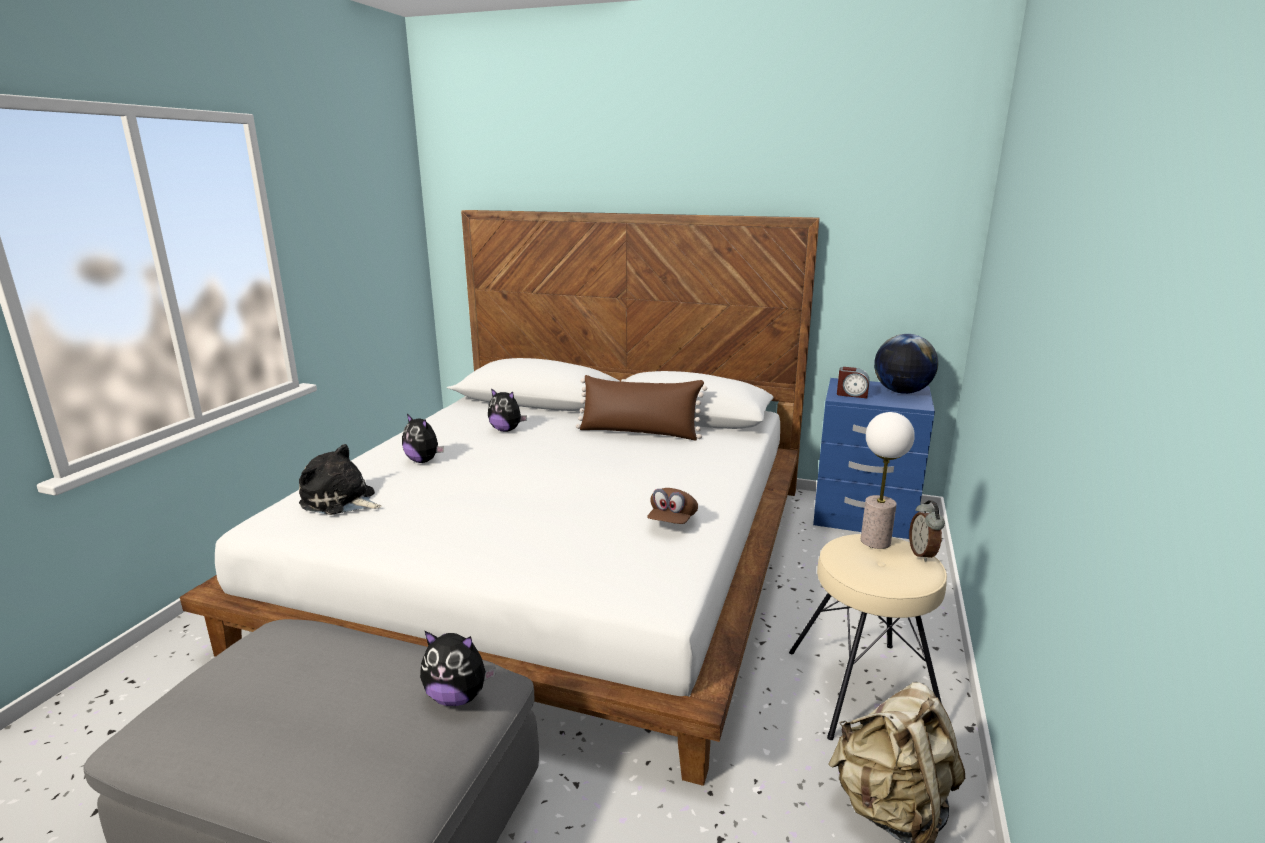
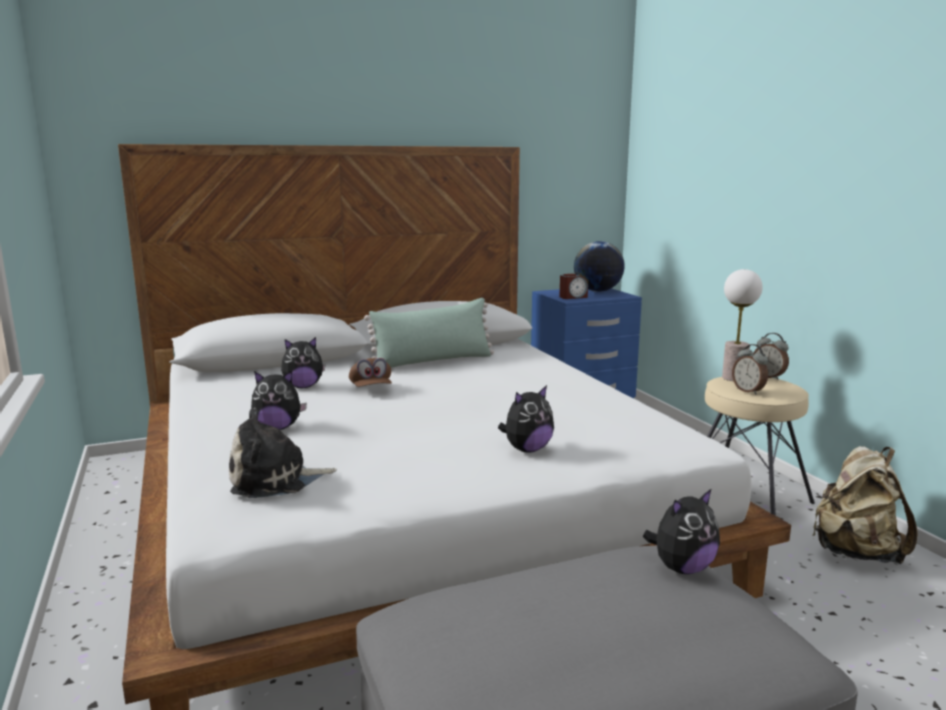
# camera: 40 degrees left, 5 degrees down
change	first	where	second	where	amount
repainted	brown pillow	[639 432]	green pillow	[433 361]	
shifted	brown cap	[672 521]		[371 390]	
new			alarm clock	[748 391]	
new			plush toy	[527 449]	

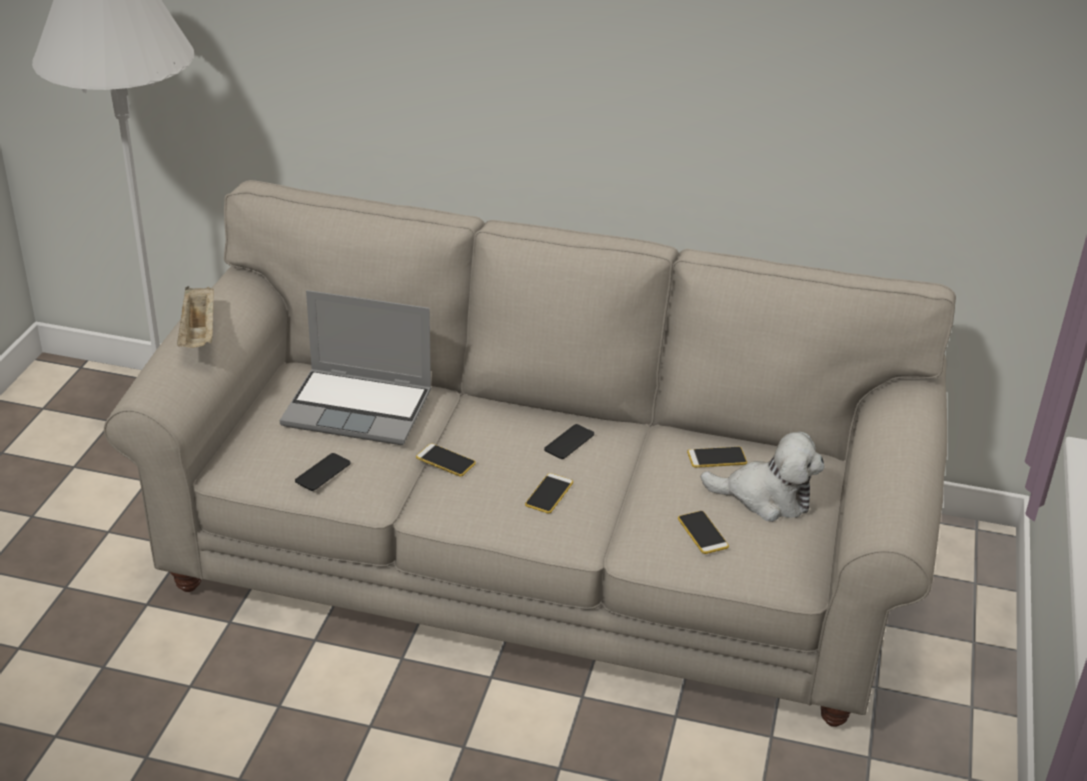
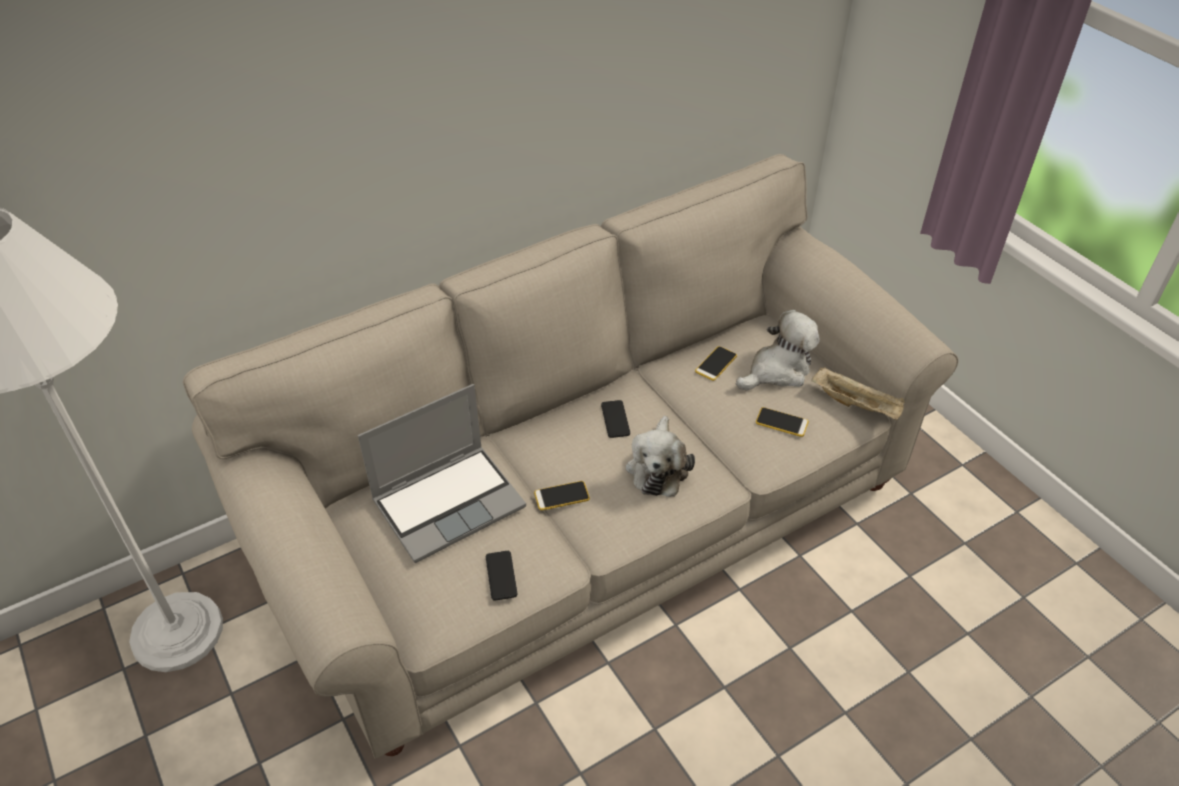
# camera: 45 degrees left, 10 degrees up
change	first	where	second	where	amount
shifted	beige tray	[199 333]		[856 404]	
swapped	phone	[549 494]	plush toy	[658 467]	

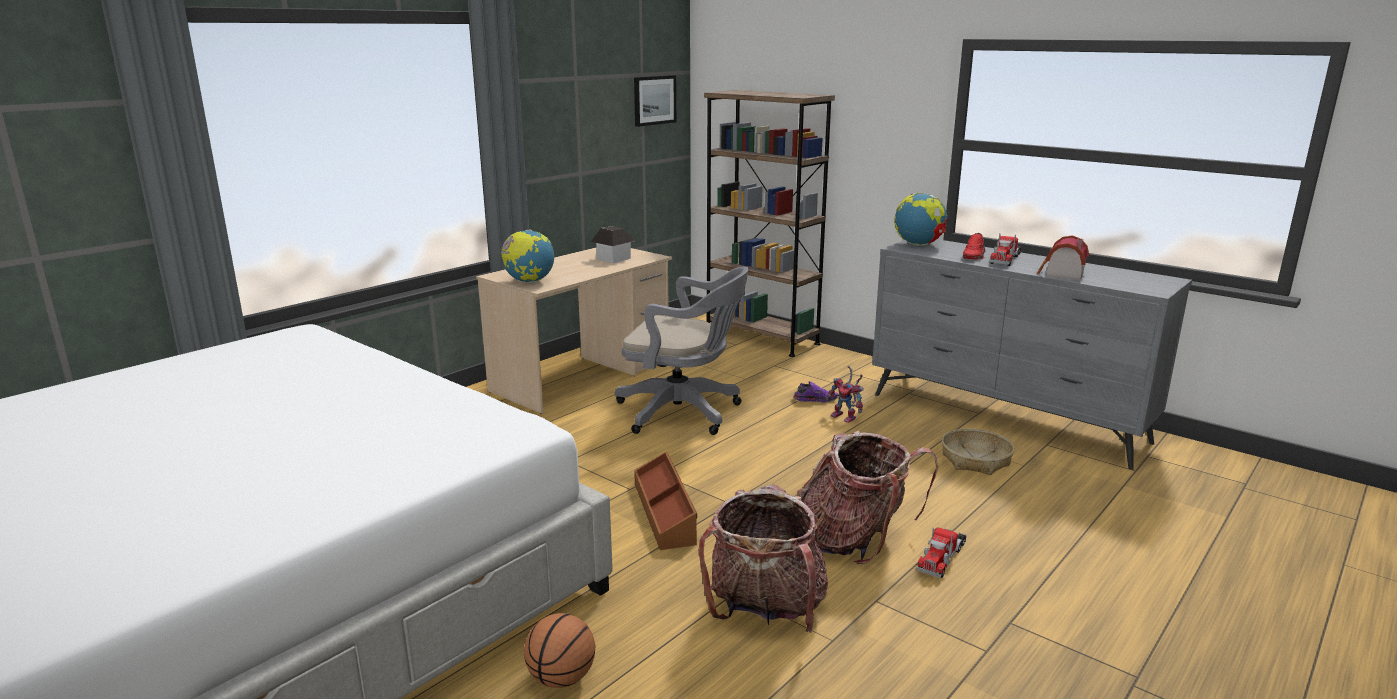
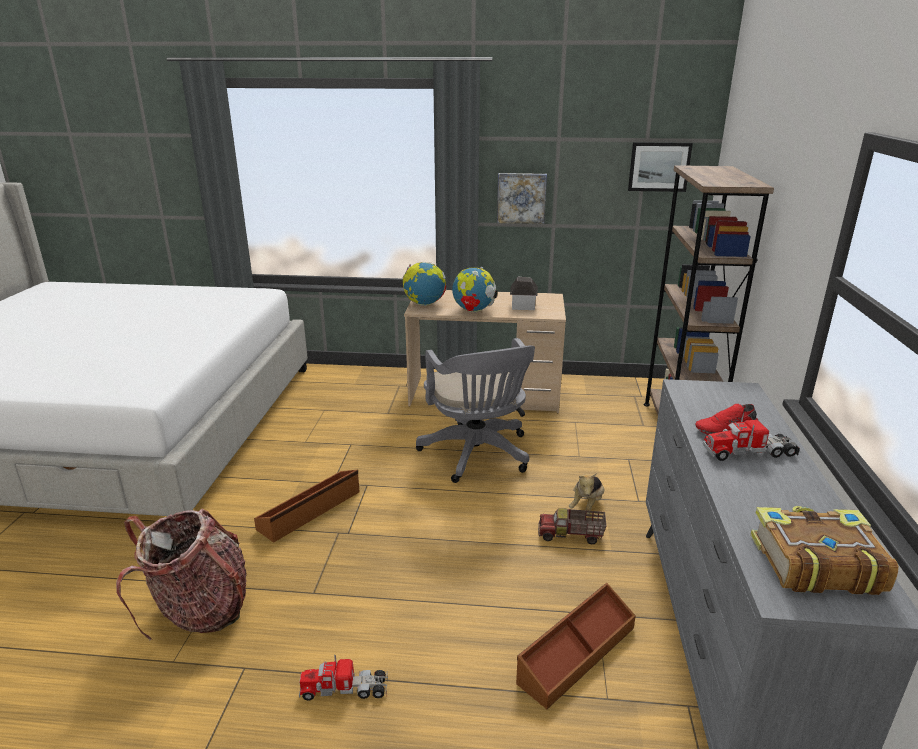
# camera: 55 degrees right, 5 degrees up
change	first	where	second	where	amount
shifted	globe	[918 245]		[473 311]	
gone	toy house	[1061 274]			
swapped	toy robot	[846 417]	toy truck	[571 536]	
swapped	purple shoe	[815 399]	plush toy	[587 505]	
swapped	basket	[975 460]	brown storage box	[576 653]	
gone	backpack	[855 540]			
gone	basketball	[561 678]			
new			picture	[521 198]	
new			book	[814 563]	

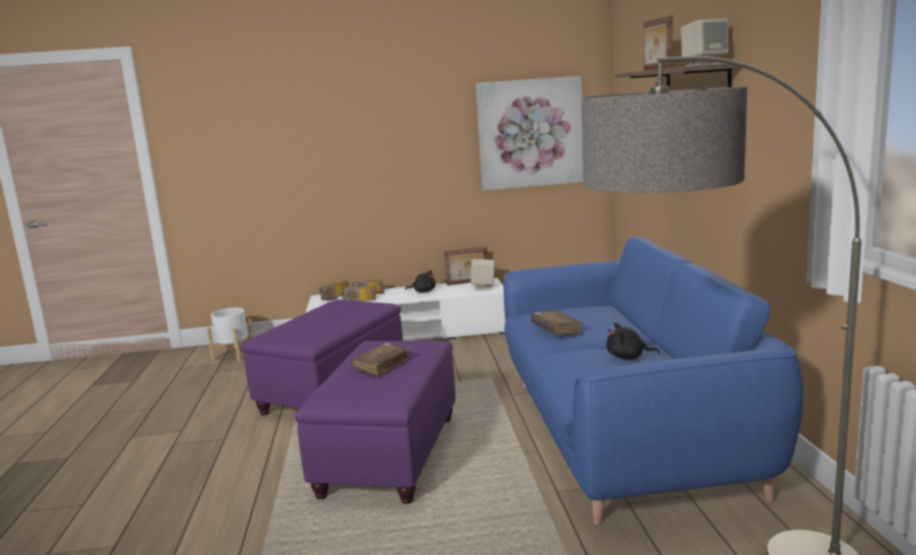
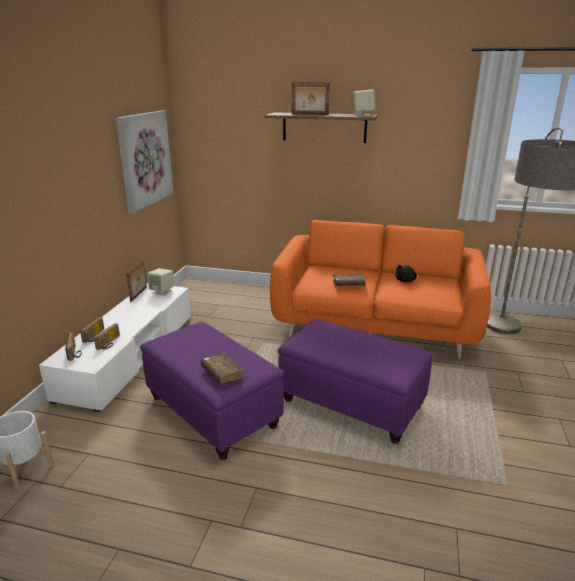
# camera: 70 degrees left, 10 degrees up
change	first	where	second	where	amount
repainted	blue sofa	[622 434]	orange sofa	[374 327]	
gone	black plush toy	[423 291]			
shifted	brown book	[382 366]		[222 374]	

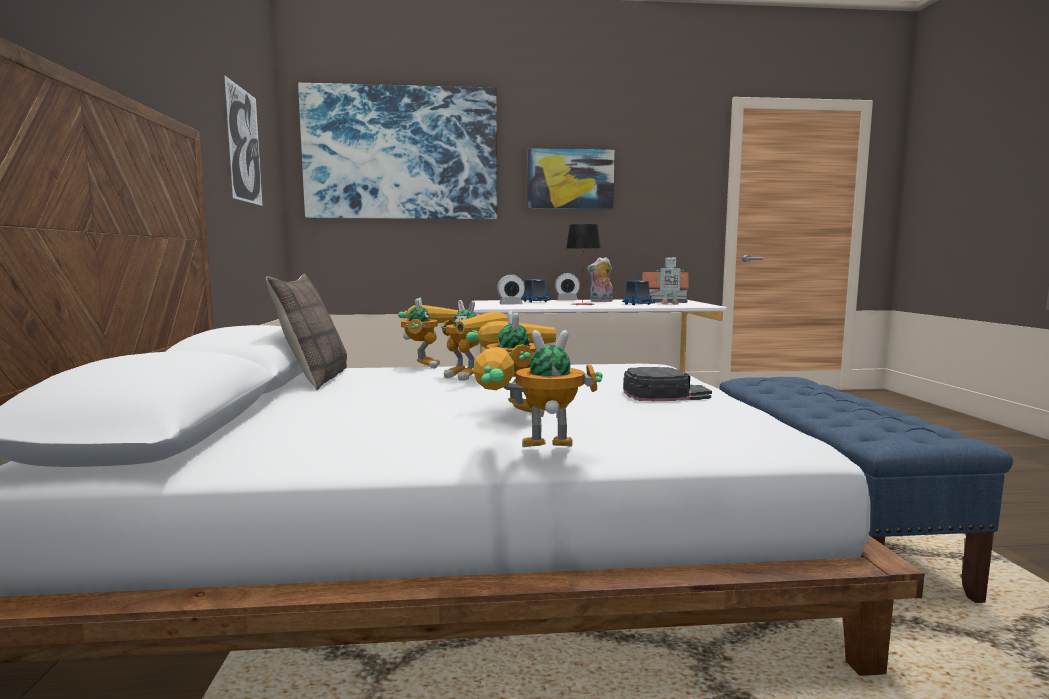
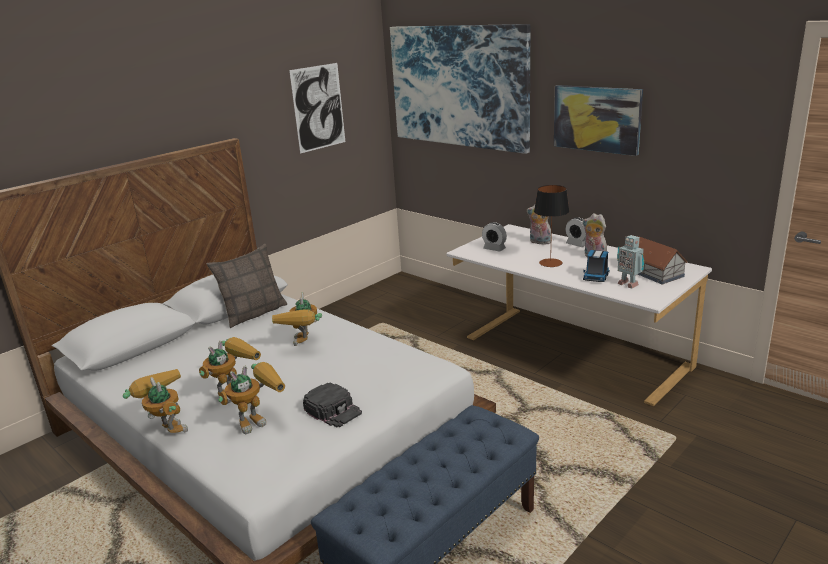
# camera: 50 degrees right, 15 degrees up
change	first	where	second	where	amount
swapped	toy truck	[535 301]	plush toy	[539 242]	
shifted	toy robot	[425 364]		[259 419]	

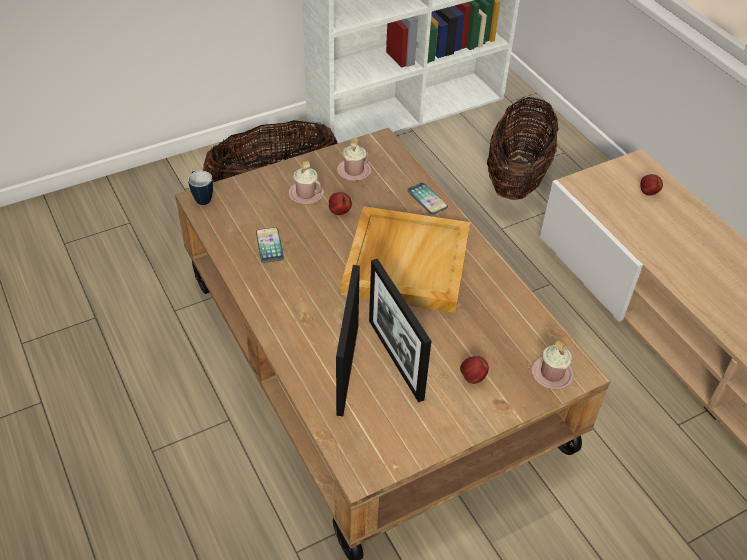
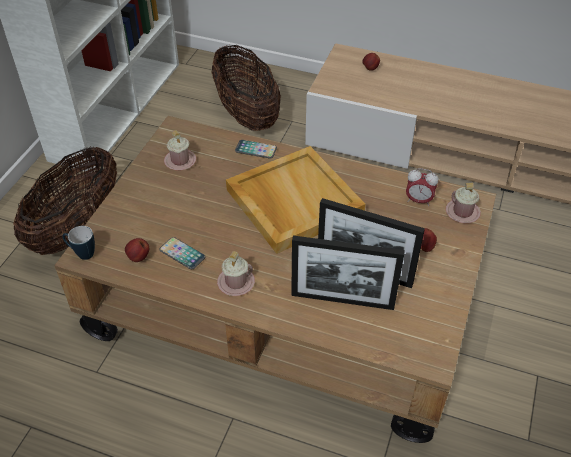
# camera: 40 degrees left, 0 degrees up
change	first	where	second	where	amount
shifted	pink mug	[306 194]		[236 282]	
shifted	apple	[339 212]		[138 257]	
rotated	picture frame	[347 369]		[342 300]	45 degrees counterclockwise
new			alarm clock	[418 201]	

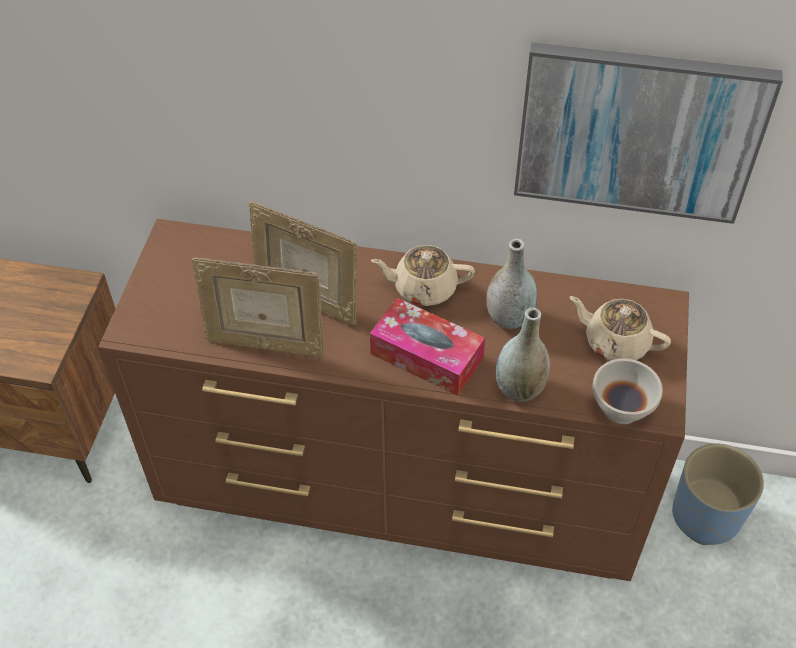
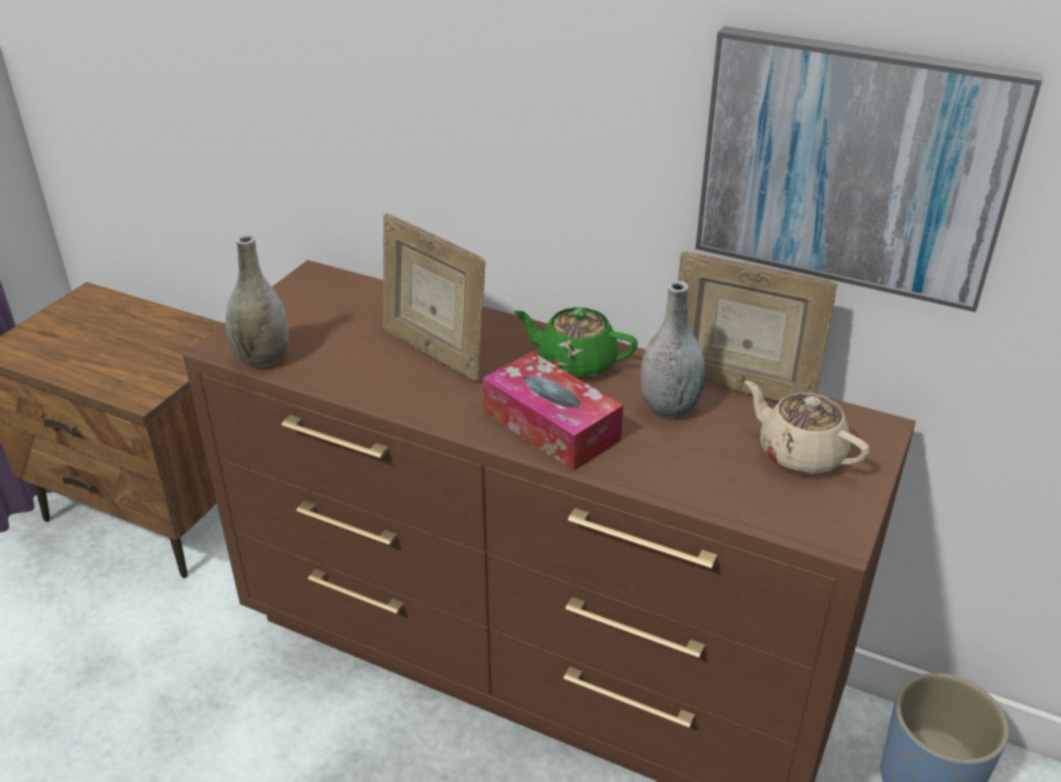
# camera: 15 degrees right, 15 degrees down
change	first	where	second	where	amount
repainted	beige teapot	[423 288]	green teapot	[575 363]	
shifted	picture frame	[265 344]		[740 387]	
shifted	grey vase	[519 389]		[262 358]	
gone	white bowl	[620 409]			

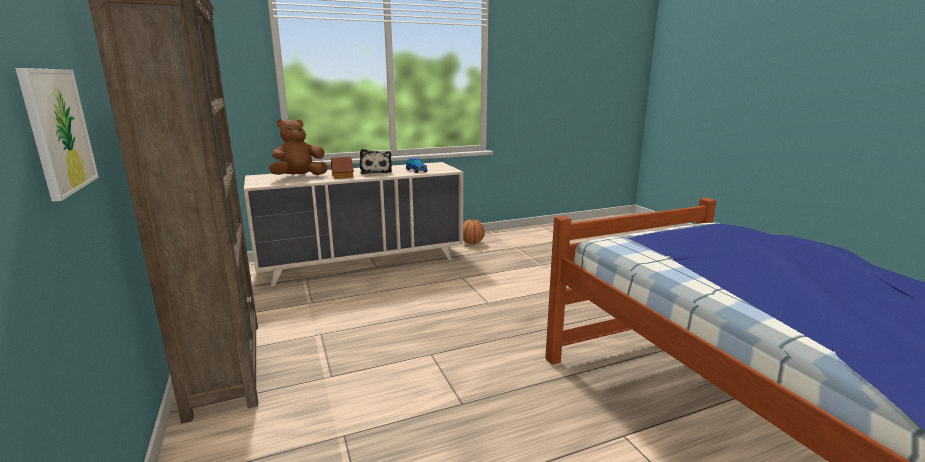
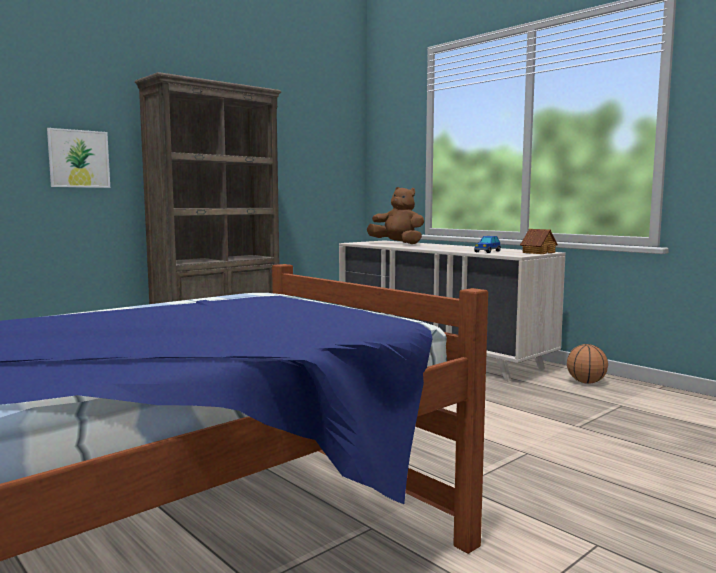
# camera: 70 degrees right, 10 degrees down
change	first	where	second	where	amount
gone	plush toy	[376 172]			
shifted	toy house	[342 176]		[538 252]	

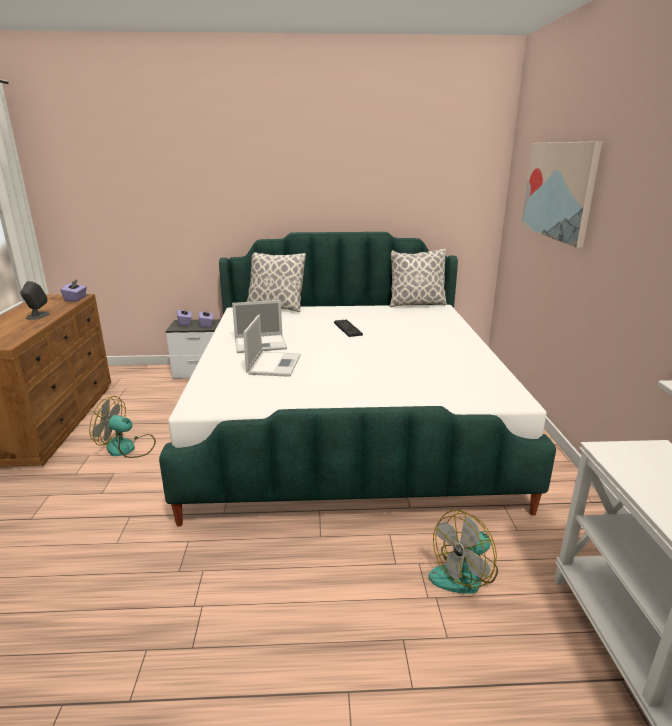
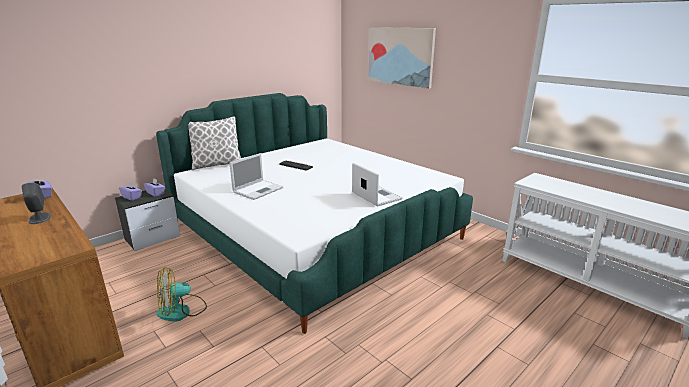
# camera: 40 degrees left, 0 degrees up
change	first	where	second	where	amount
gone	pillow	[416 304]			
shifted	laptop	[274 364]		[375 196]	
gone	fan	[464 574]			

